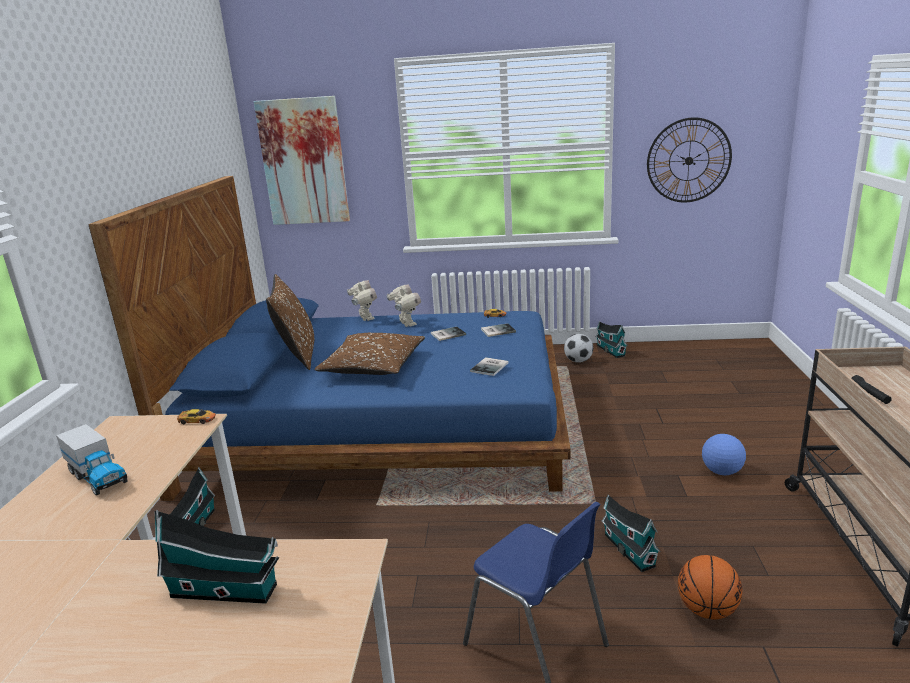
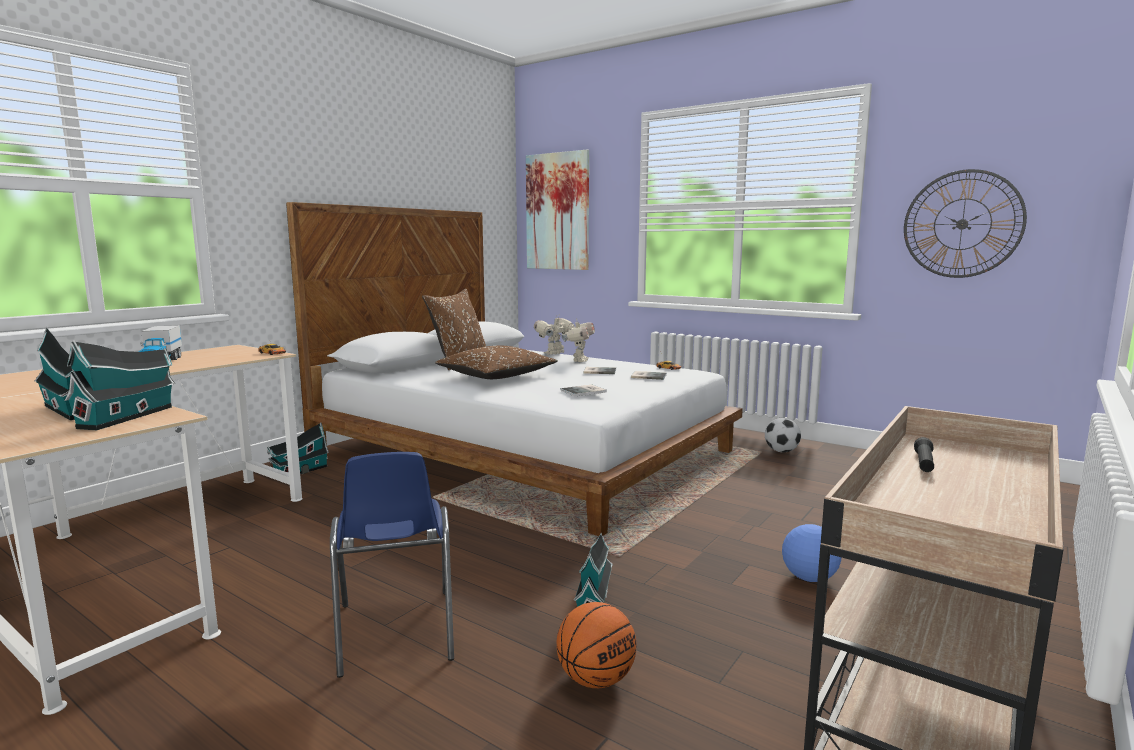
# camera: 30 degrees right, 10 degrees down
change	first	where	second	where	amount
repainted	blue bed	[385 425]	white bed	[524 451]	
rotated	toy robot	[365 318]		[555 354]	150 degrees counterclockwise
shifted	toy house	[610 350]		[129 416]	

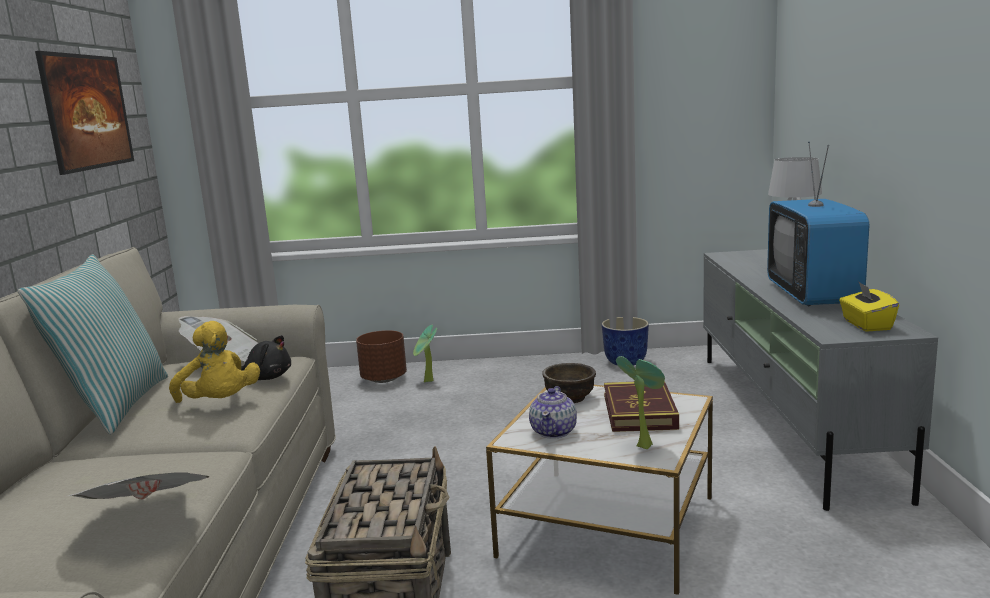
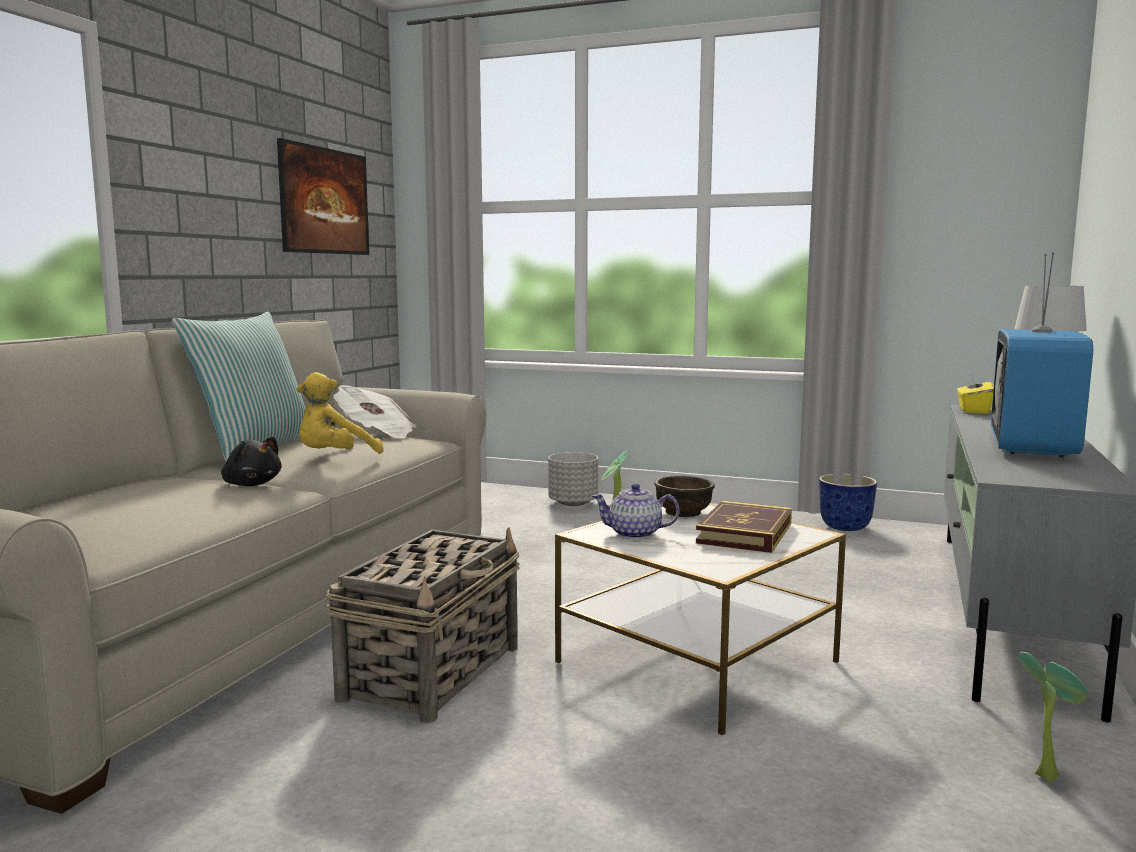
# camera: 20 degrees right, 5 degrees down
change	first	where	second	where	amount
shifted	yellow tissue box	[866 325]		[973 410]	
rotated	yellow plush toy	[220 404]		[334 458]	60 degrees clockwise
repainted	brown planter	[383 379]	grey planter	[572 503]	
shifted	black plush toy	[267 377]		[251 484]	
shifted	potted plant	[643 444]		[1045 773]	
rotated	teapot	[554 431]		[635 534]	60 degrees clockwise
gone	newspaper	[149 518]			

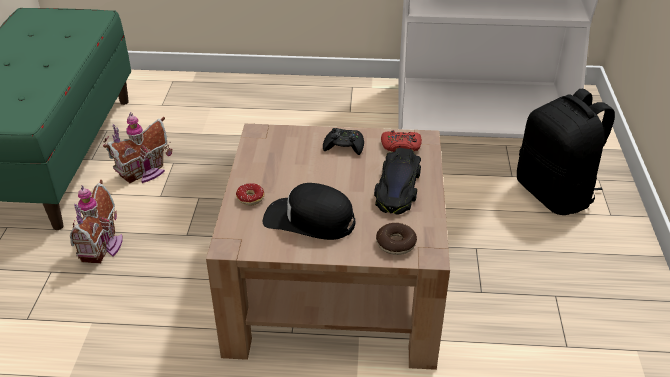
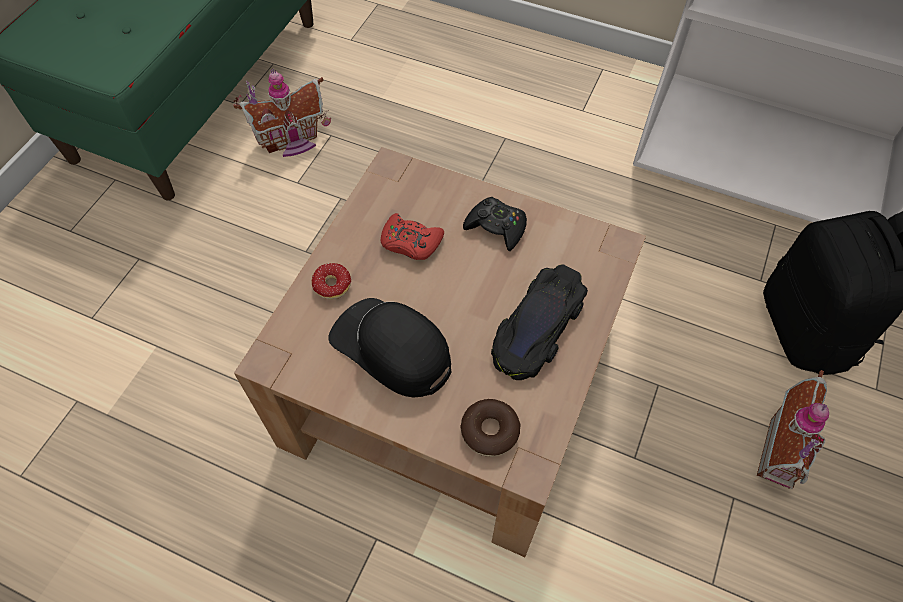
# camera: 20 degrees right, 20 degrees up
change	first	where	second	where	amount
shifted	red game controller	[401 146]		[410 242]	
shifted	toy house	[103 246]		[784 453]	

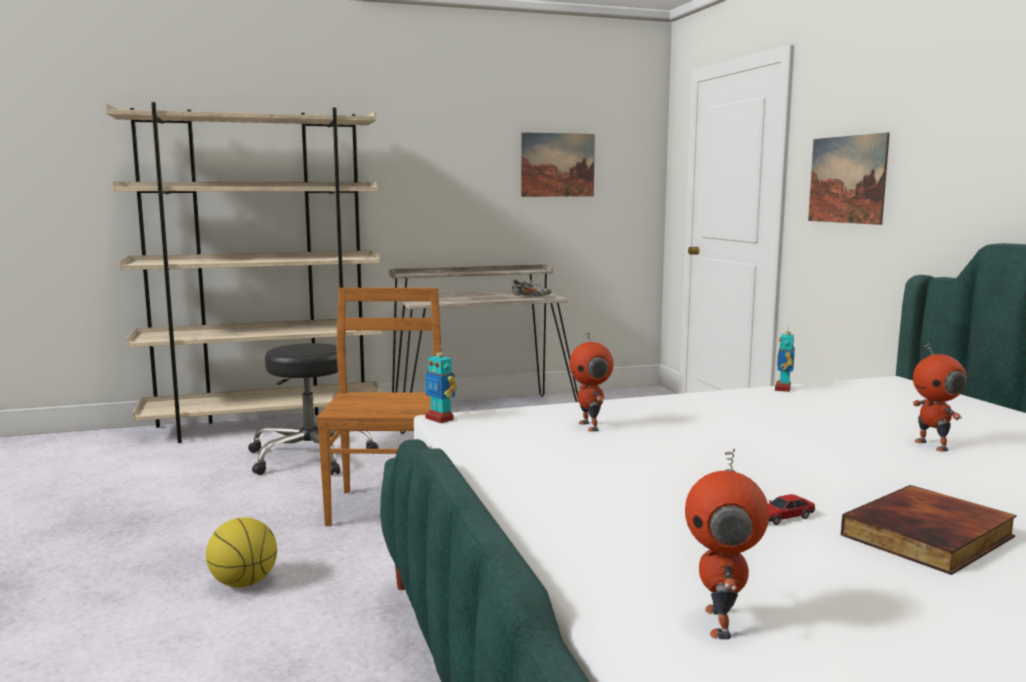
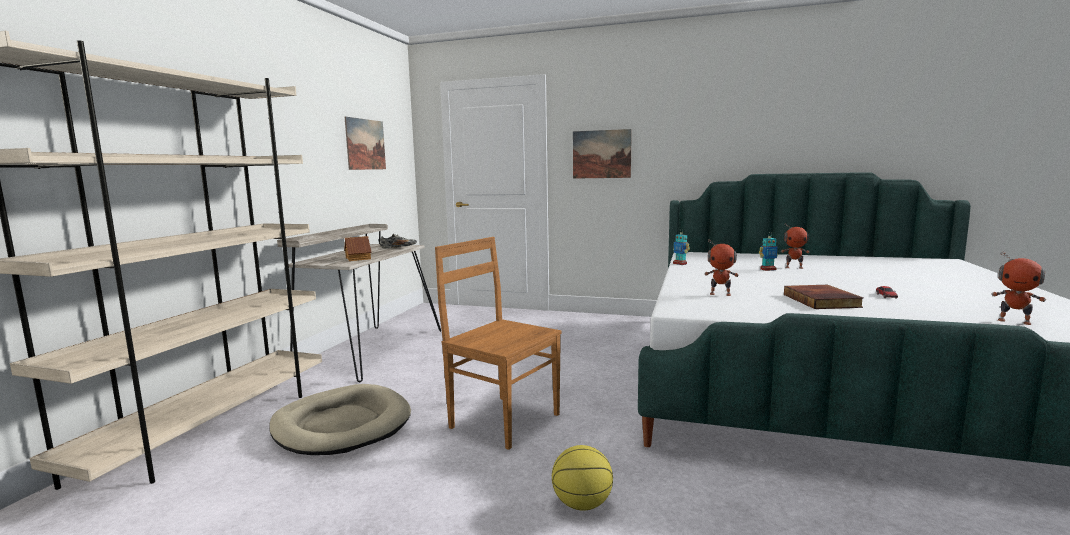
# camera: 55 degrees left, 0 degrees up
change	first	where	second	where	amount
swapped	black stool	[310 456]	beige dog bed	[342 425]	
shifted	toy robot	[440 419]		[768 269]	
shifted	book	[930 537]		[822 301]	
new			toy house	[357 258]	

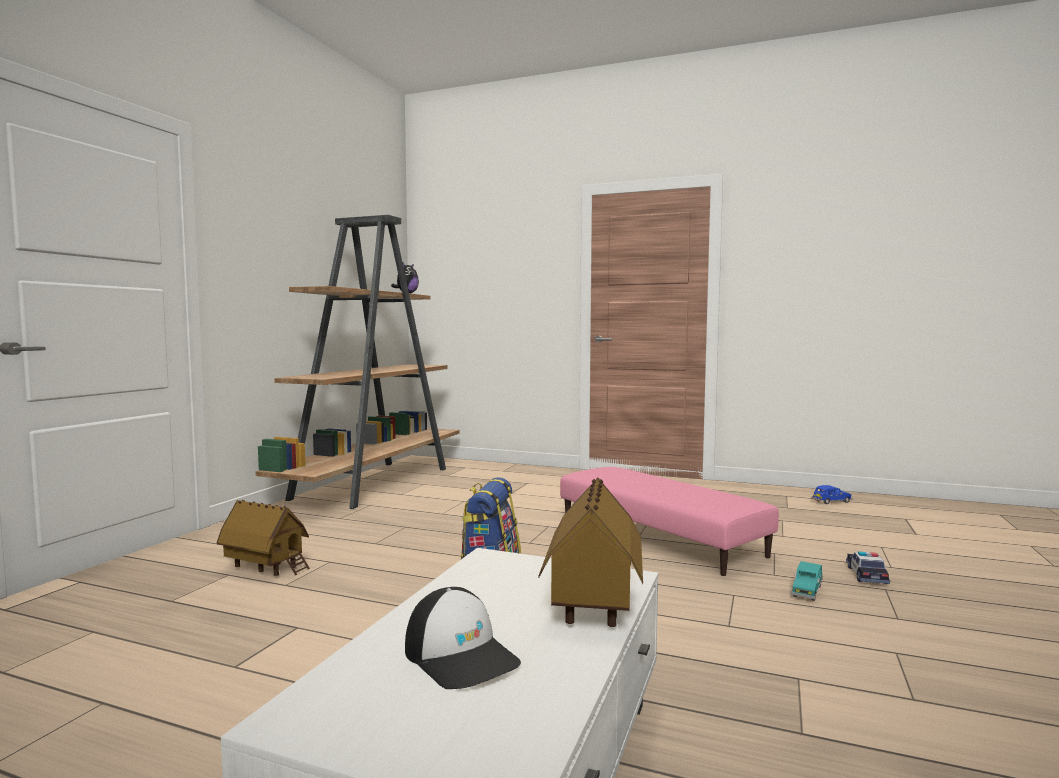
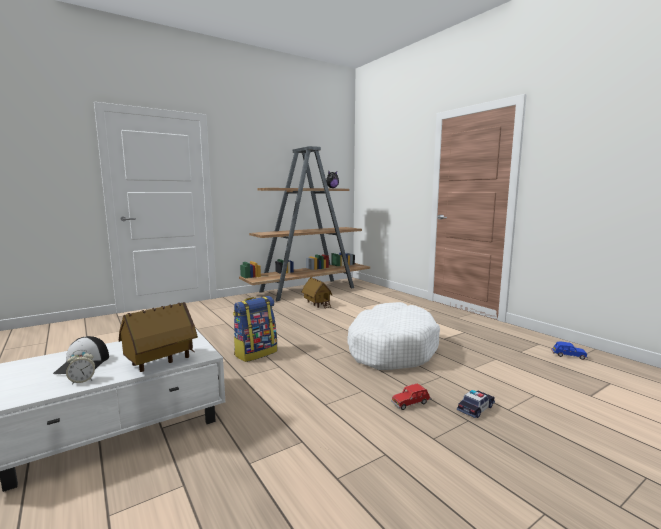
# camera: 35 degrees right, 5 degrees up
change	first	where	second	where	amount
swapped	pink ottoman	[659 536]	white dog bed	[390 348]	
shifted	toy house	[265 568]		[317 304]	
repainted	turquoise toy car	[807 591]	red toy car	[411 403]	
new			alarm clock	[82 381]	

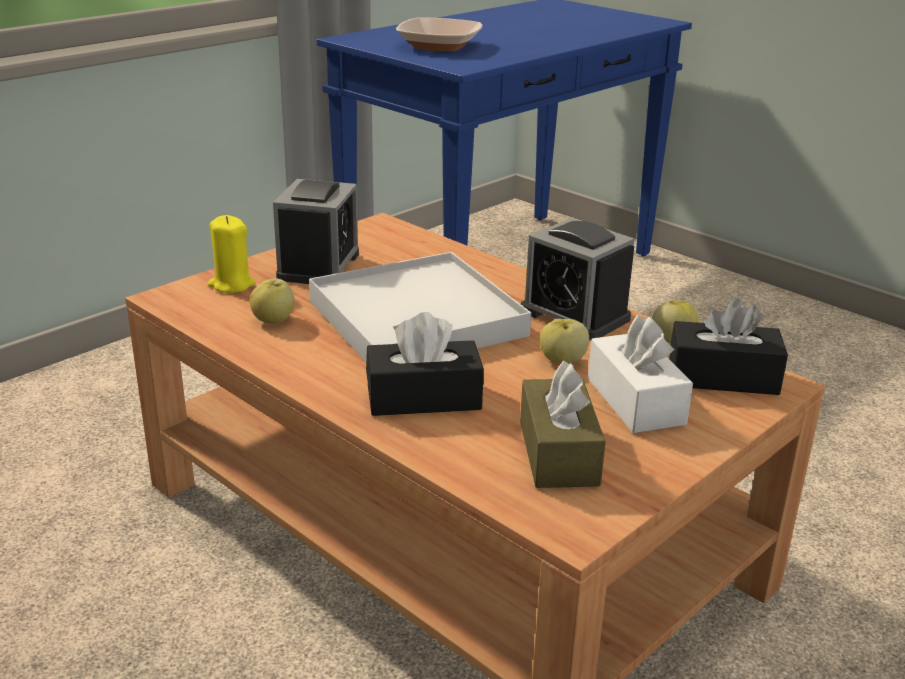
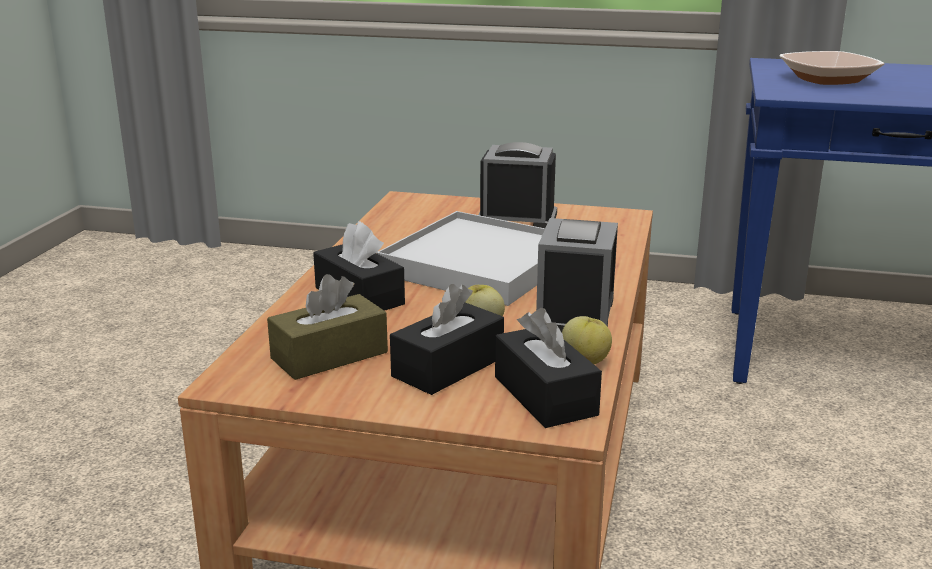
# camera: 60 degrees right, 5 degrees down
change	first	where	second	where	amount
rotated	alarm clock	[318 266]		[517 218]	150 degrees counterclockwise
gone	yellow candle	[231 285]			
gone	apple	[274 320]			
repainted	white tissue box	[635 401]	black tissue box	[448 367]	

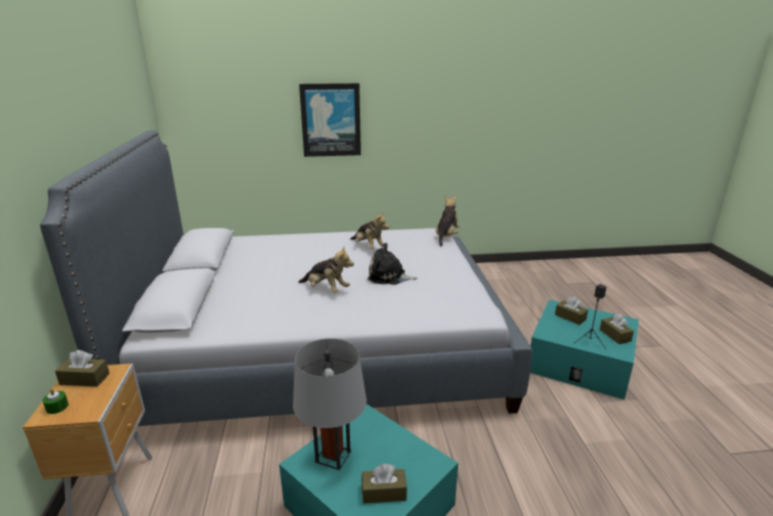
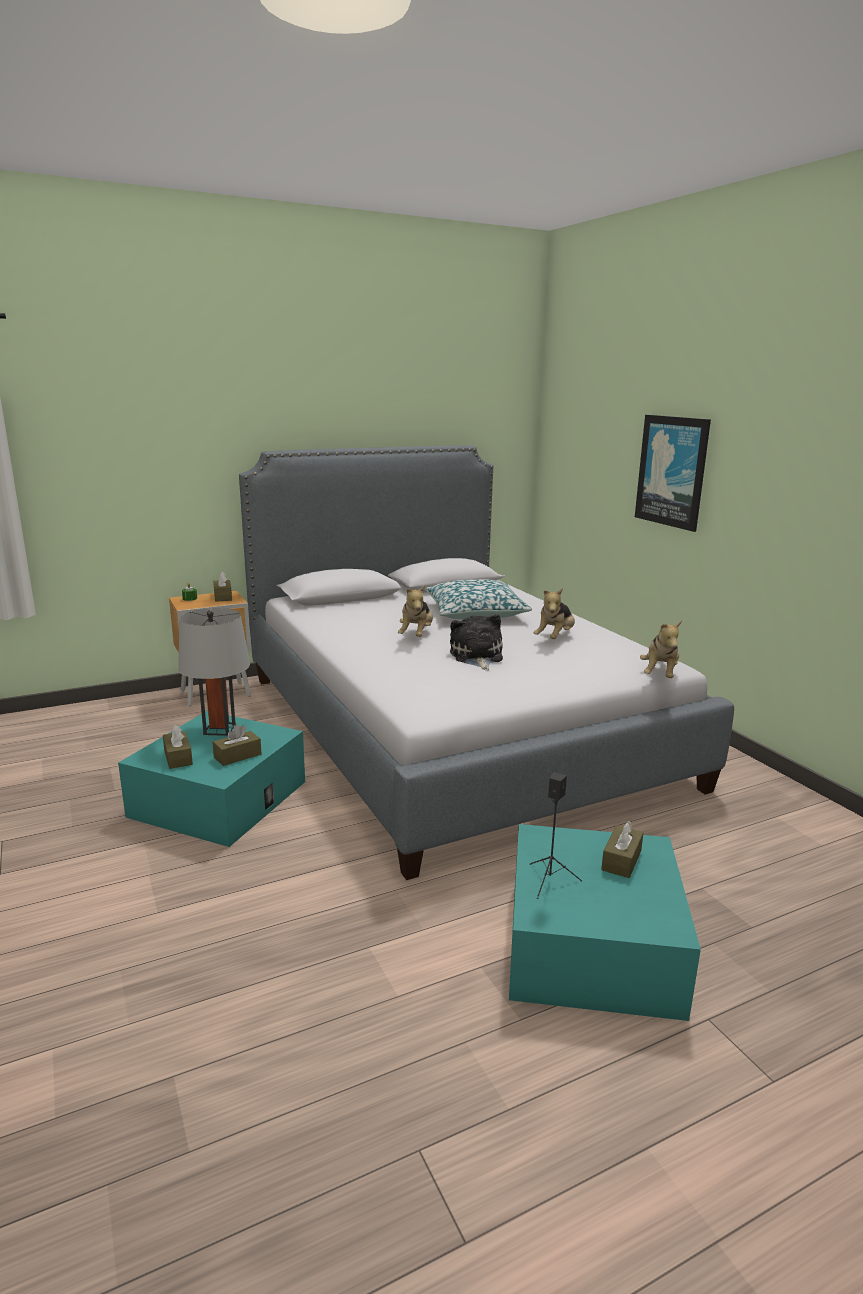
# camera: 70 degrees right, 5 degrees down
change	first	where	second	where	amount
rotated	plush toy	[446 236]		[660 674]	105 degrees clockwise
shifted	brown tissue box	[615 335]		[237 756]	
new			pillow	[475 612]	

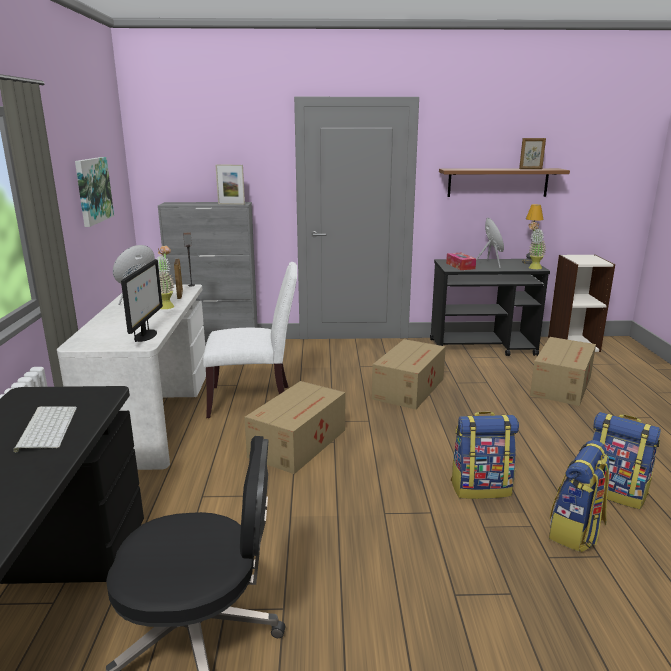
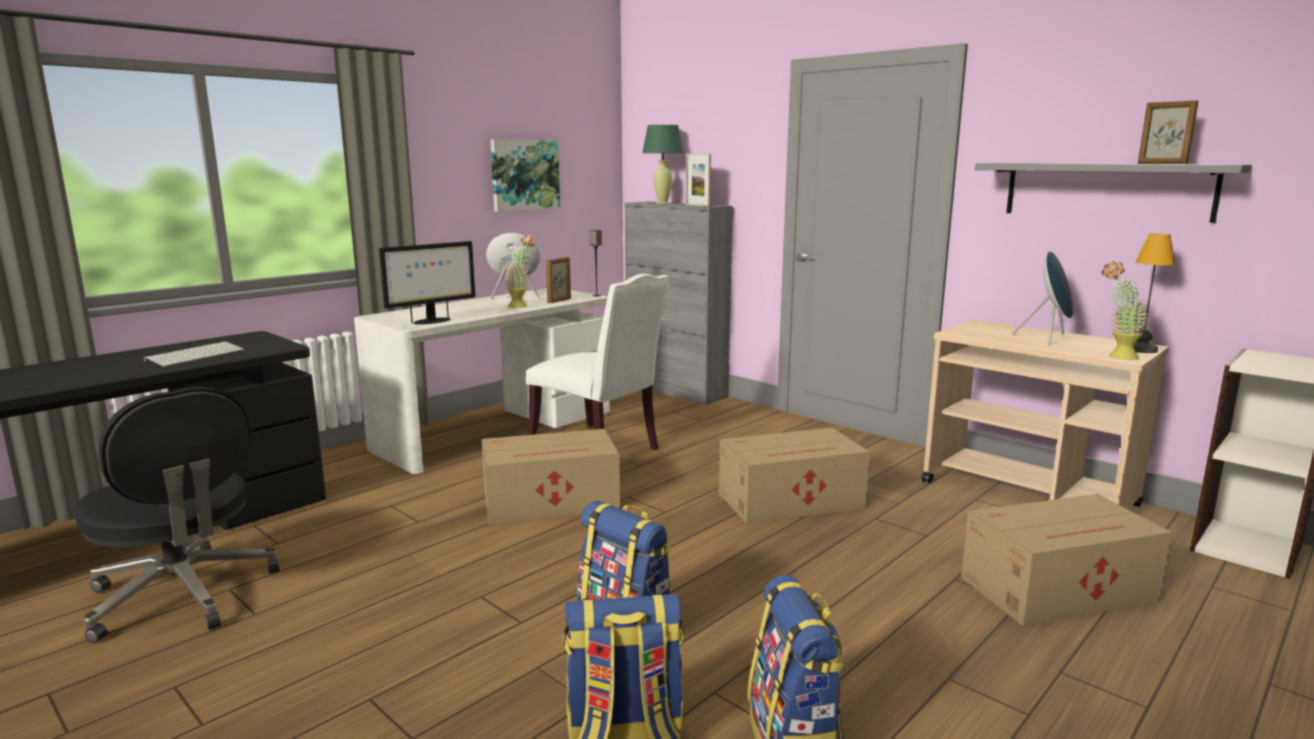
# camera: 45 degrees right, 5 degrees down
change	first	where	second	where	amount
repainted	brown shelf	[498 182]	grey shelf	[1106 190]	
gone	tissue box	[460 266]			
repainted	black cart	[483 347]	beige cart	[1029 494]	
new			green table lamp	[662 203]	

